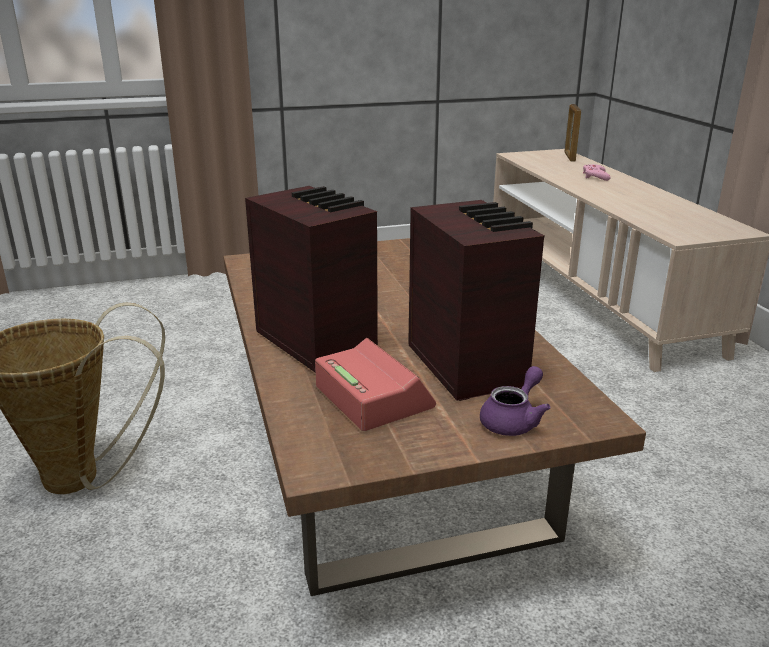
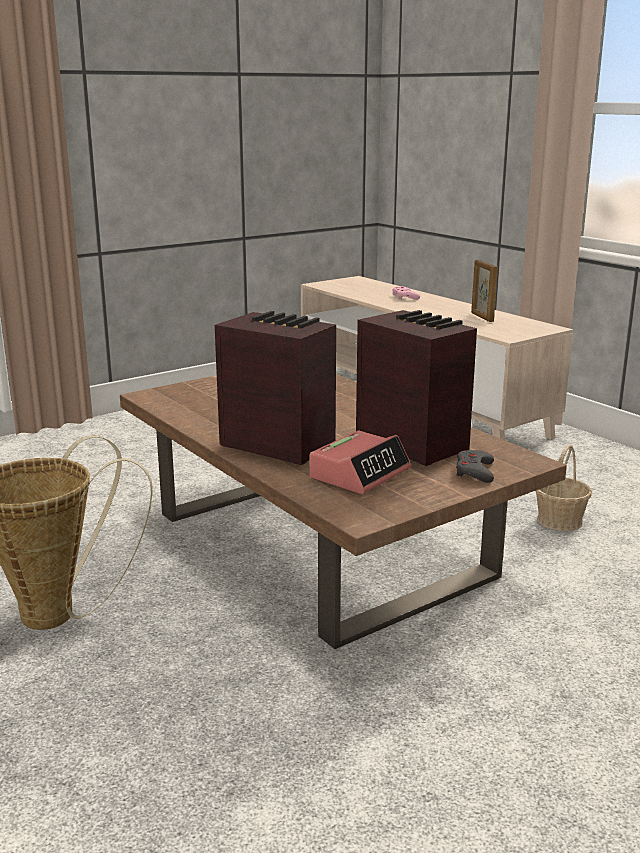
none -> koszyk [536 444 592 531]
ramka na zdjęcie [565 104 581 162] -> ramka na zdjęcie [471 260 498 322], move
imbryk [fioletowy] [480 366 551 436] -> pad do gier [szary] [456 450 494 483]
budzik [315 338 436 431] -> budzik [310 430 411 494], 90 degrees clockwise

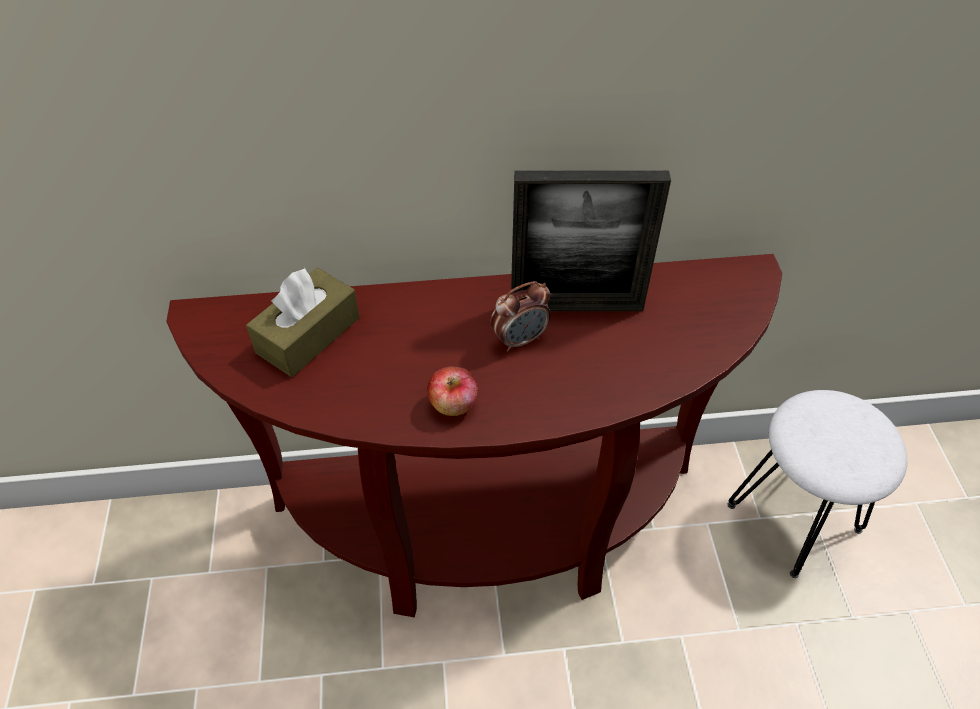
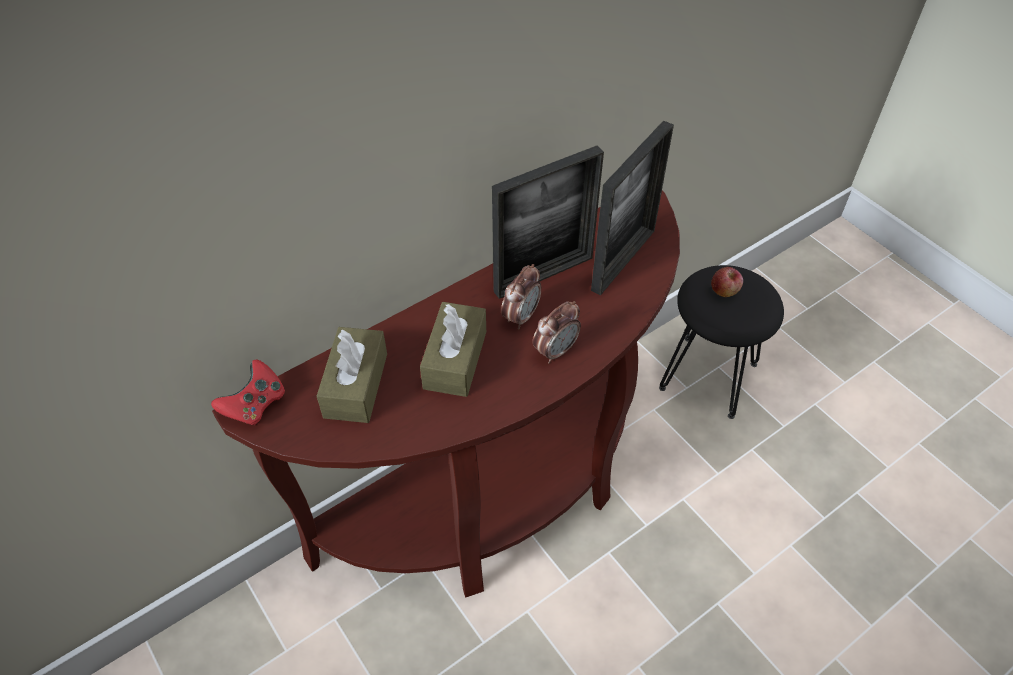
none -> pad do gier [czerwony] [211 359 285 425]
none -> pudełko chusteczek [brązowy] [420 302 486 397]
none -> budzik [533 301 581 364]
none -> ramka na zdjęcie [591 120 674 296]
jabłko [427 367 478 416] -> jabłko [711 267 743 297], move
stołek [biały] [728 390 907 578] -> stołek [czarny] [659 265 784 419]

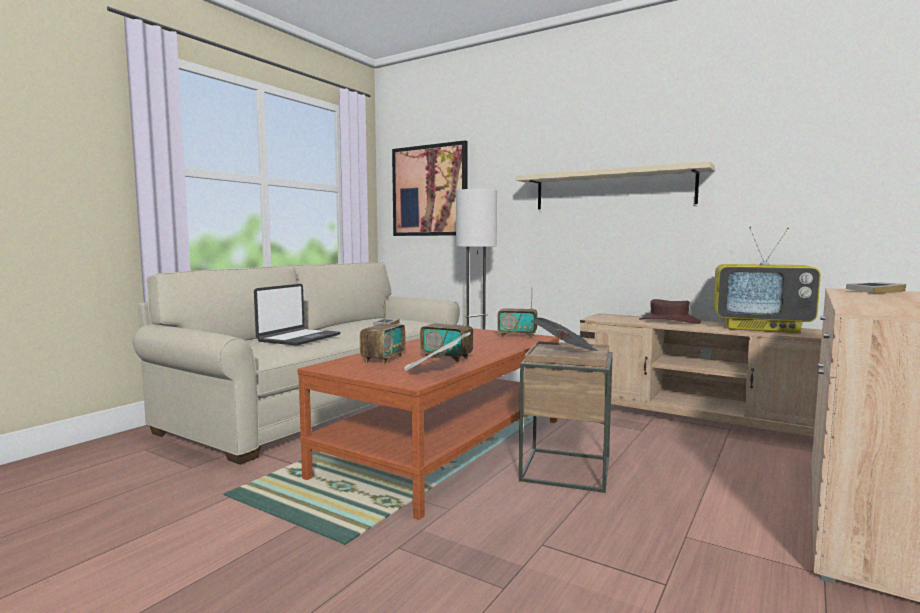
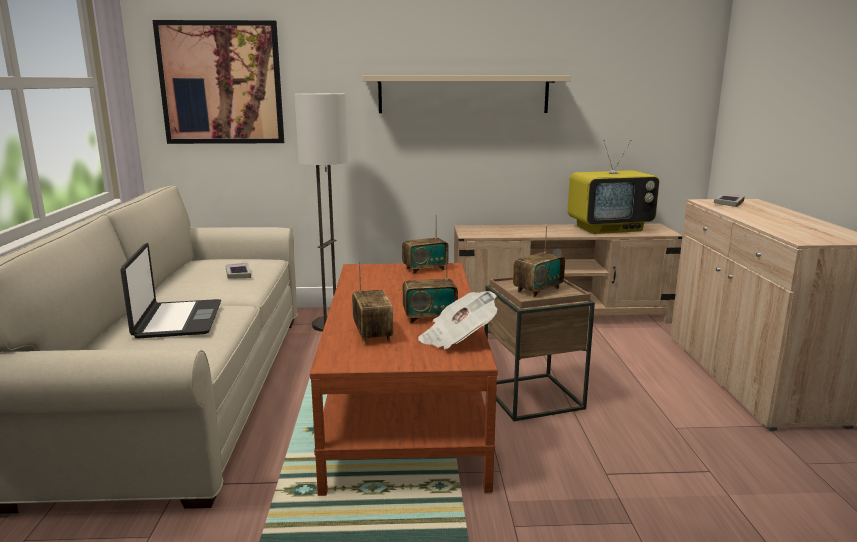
kapelusz [brązowy] [639 299 701 324] -> none
gazeta [531 317 599 351] -> radio [513 226 565 297]

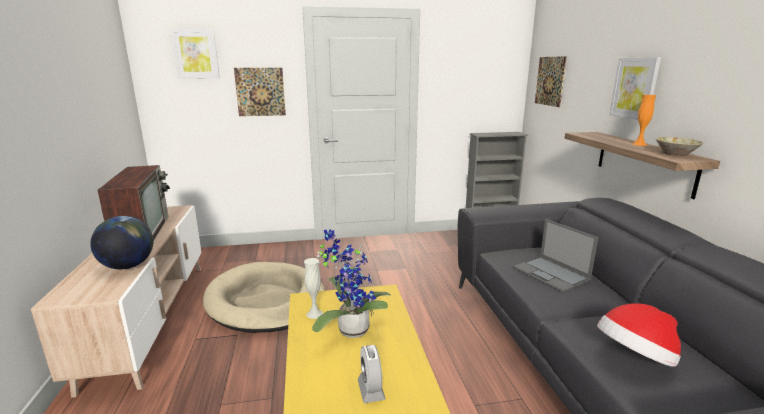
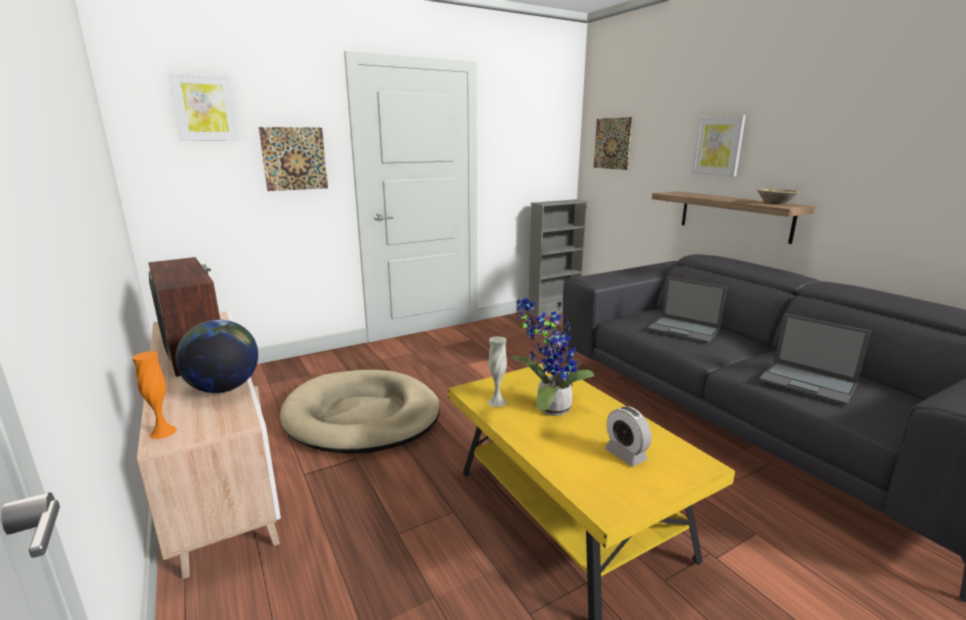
wazon [pomarańczowy] [633 95 656 146] -> wazon [pomarańczowy] [132 351 177 439], move
kapelusz [597 303 681 367] -> laptop [759 314 871 405]

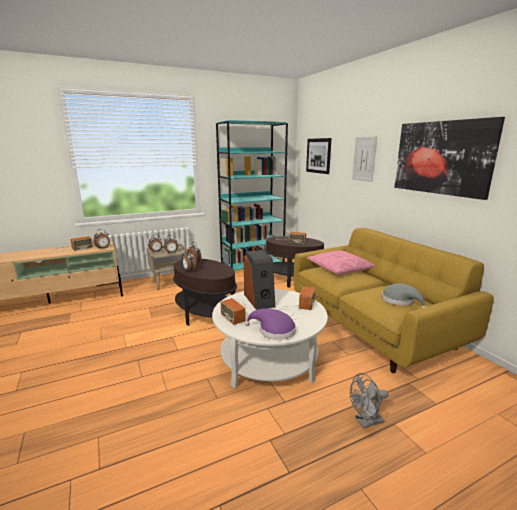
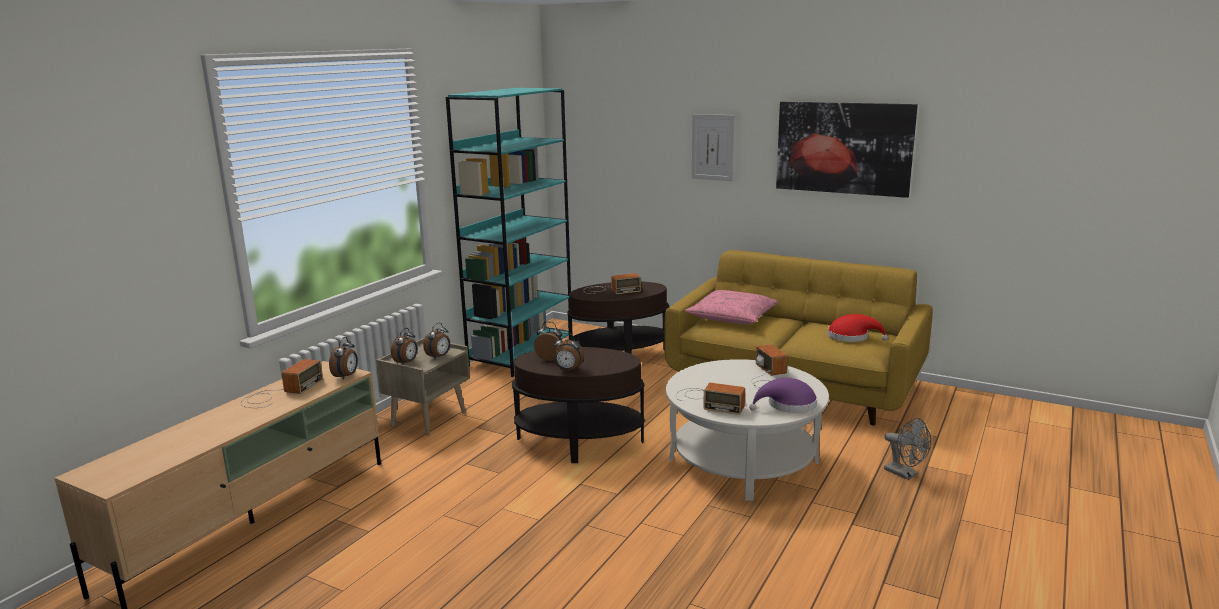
głośnik [244 250 275 310] -> none
obraz [306 138 332 174] -> none
kapelusz [szary] [382 283 426 308] -> kapelusz [czerwony] [827 314 888 342]
wentylator [szary] [350 373 389 428] -> wentylator [szary] [884 418 931 480], 75 degrees counterclockwise

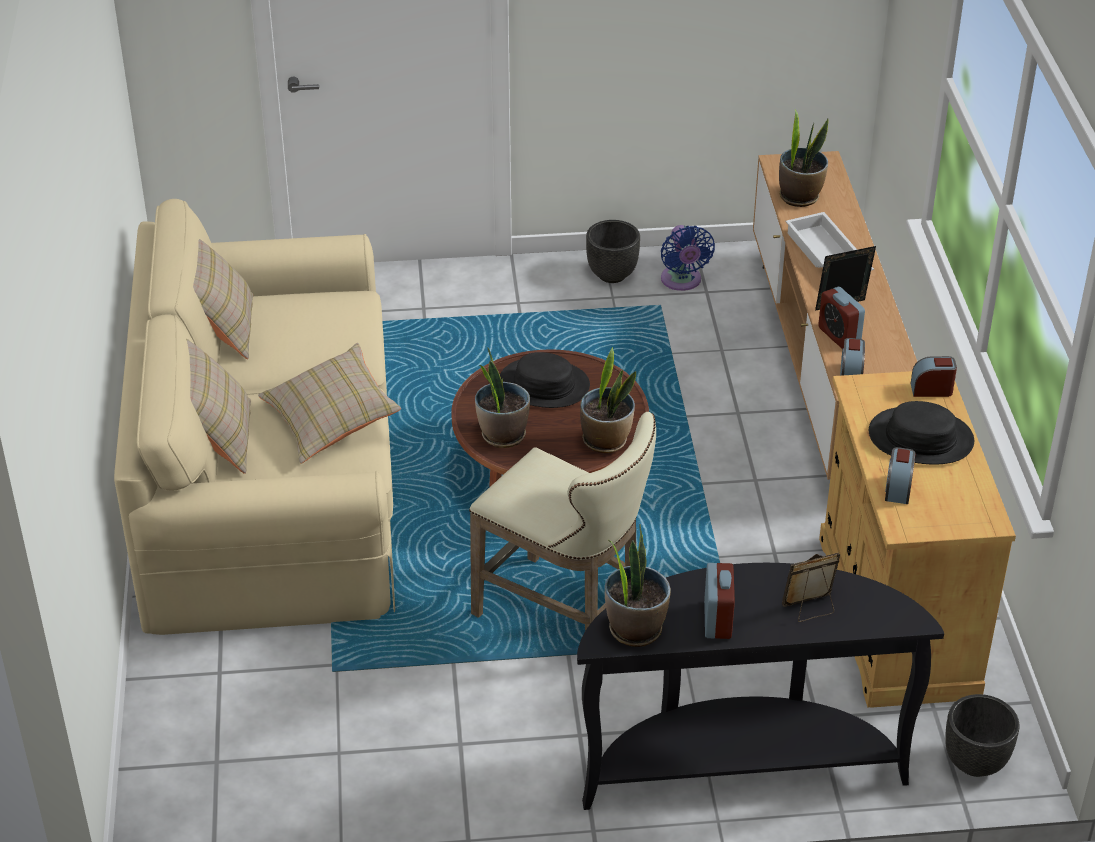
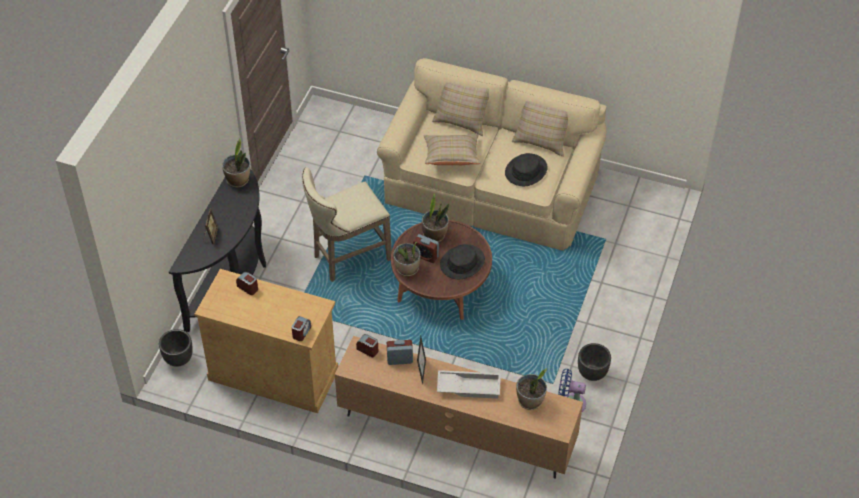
budzik [704 563 735 639] -> budzik [413 234 439 263], move
kapelusz [czarny] [869 401 974 465] -> kapelusz [czarny] [505 153 548 186], move

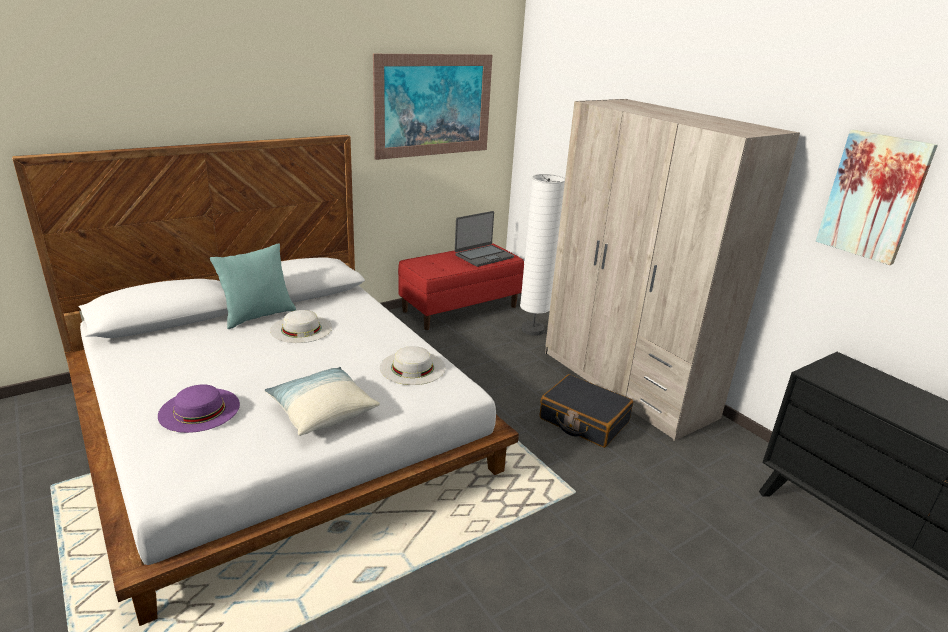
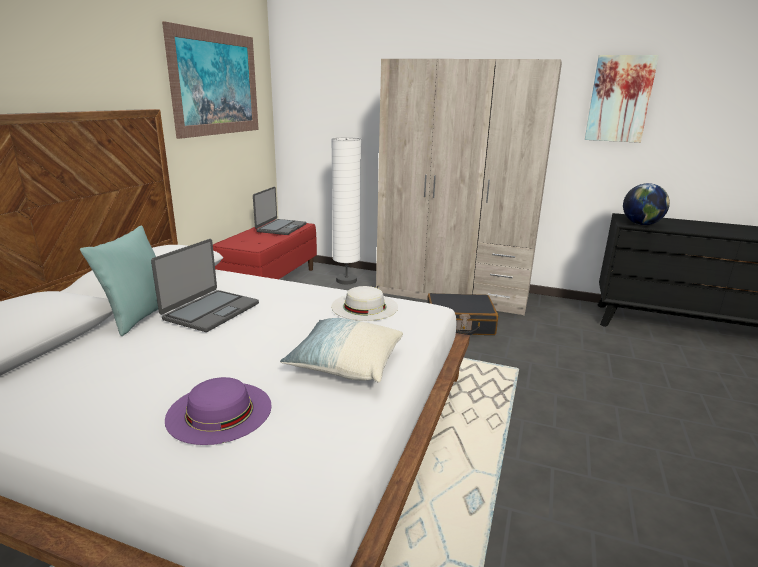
none -> globus [623 183 670 225]
kapelusz [biały] [270 310 332 343] -> laptop [151 239 259 332]

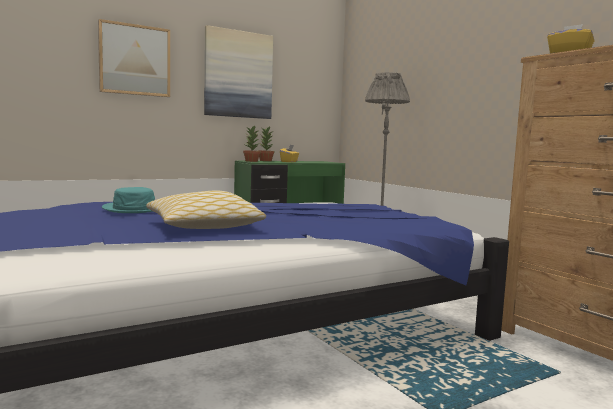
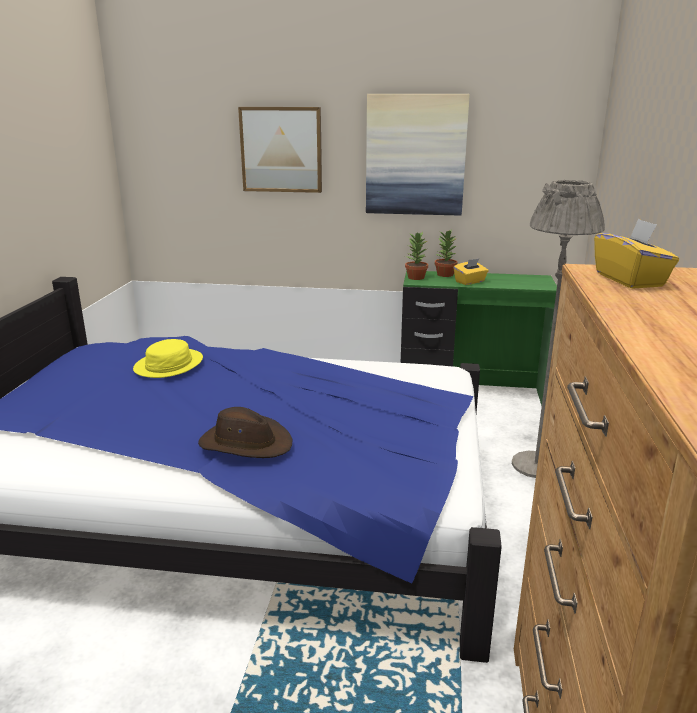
poduszka [146 190 266 229] -> none
none -> kapelusz [brązowy] [198 407 292 458]
kapelusz [turkusowy] [102 187 155 213] -> kapelusz [żółty] [133 339 203 378]

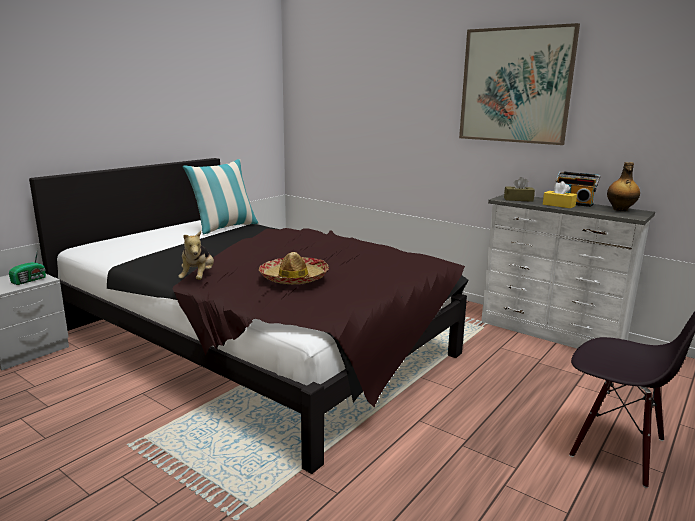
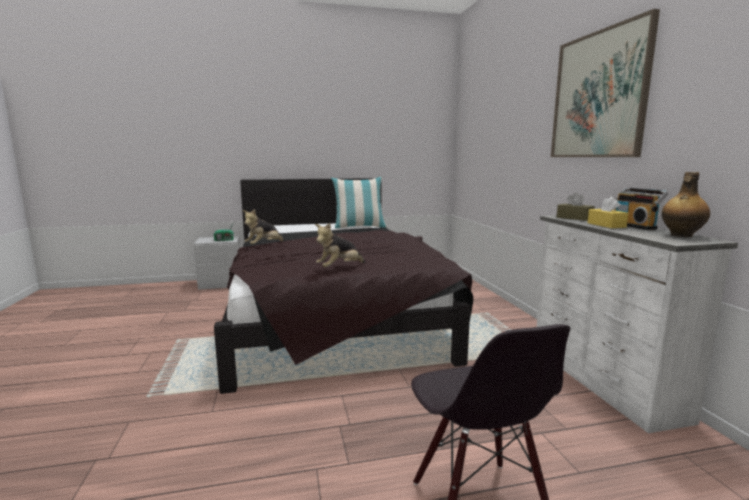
kapelusz [259 252 329 284] -> none
none -> pluszak [315 223 366 267]

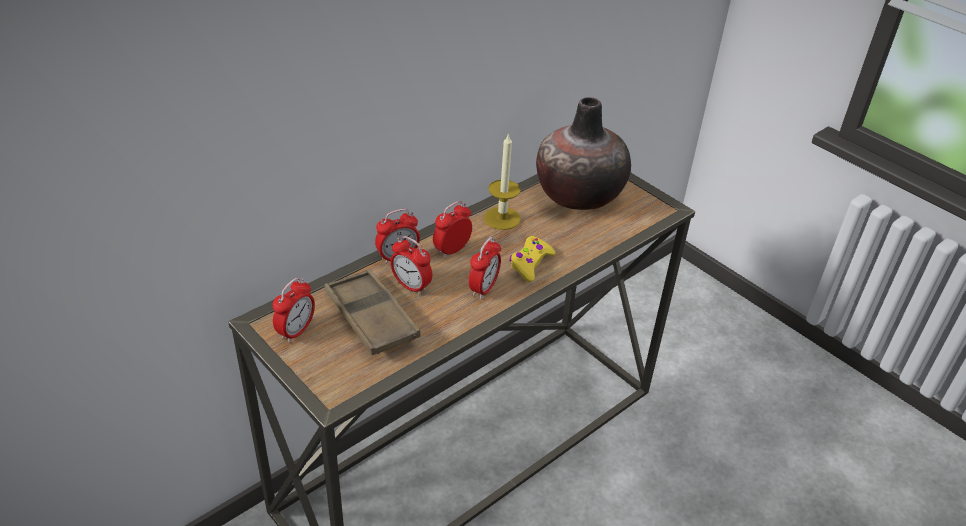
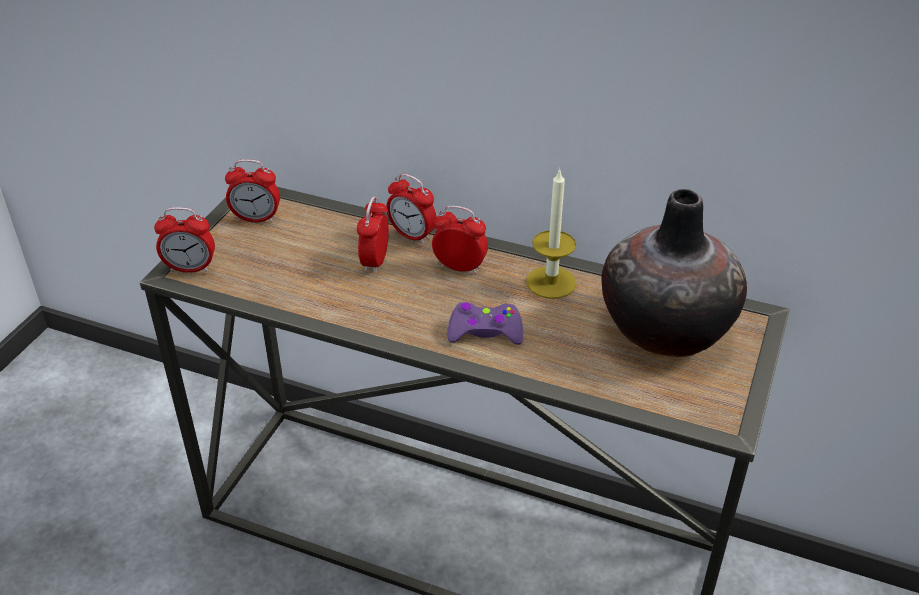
taca [brązowy] [324 269 421 355] -> none
budzik [469 237 501 299] -> budzik [154 207 215 273], move
pad do gier [żółty] [509 236 555 282] -> pad do gier [fioletowy] [447 302 523 345]

